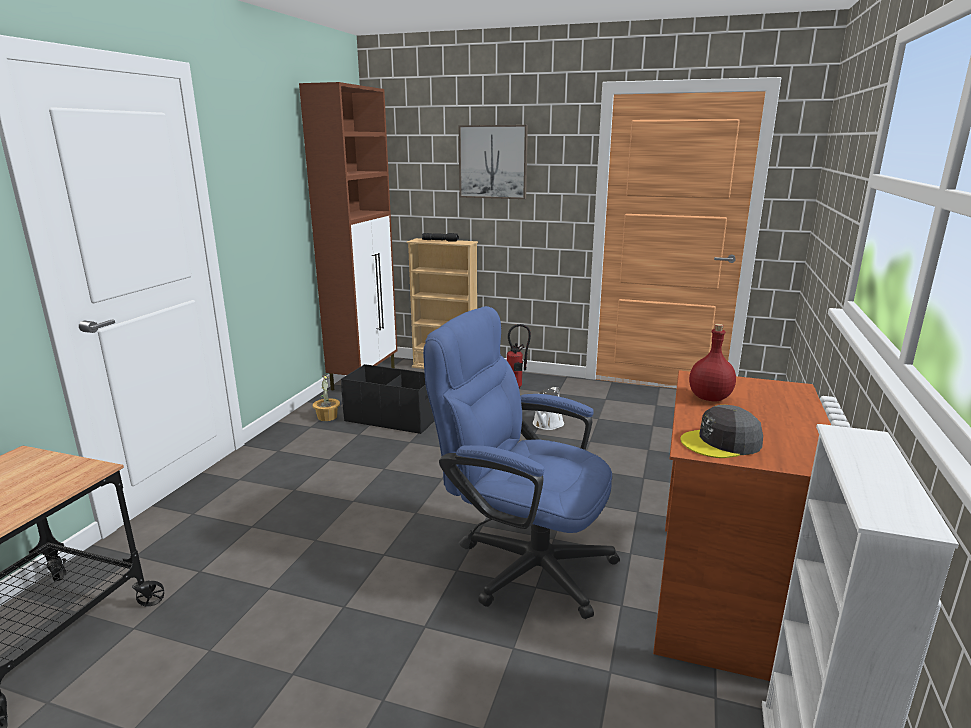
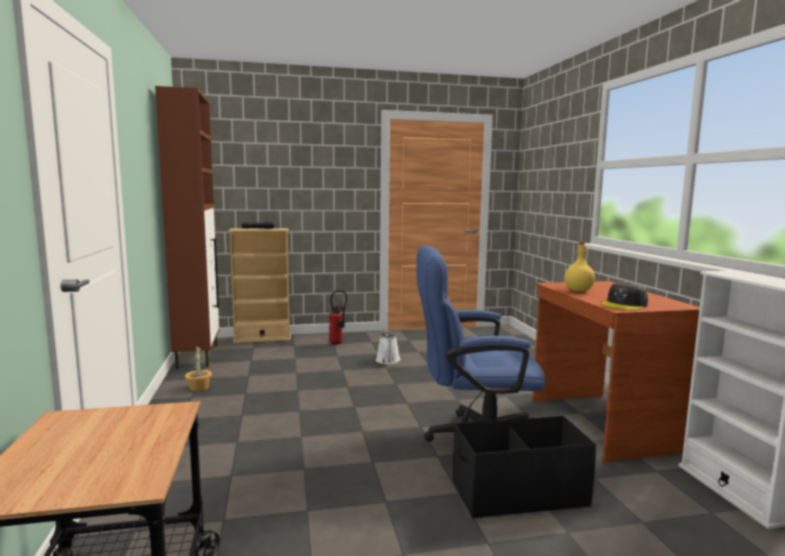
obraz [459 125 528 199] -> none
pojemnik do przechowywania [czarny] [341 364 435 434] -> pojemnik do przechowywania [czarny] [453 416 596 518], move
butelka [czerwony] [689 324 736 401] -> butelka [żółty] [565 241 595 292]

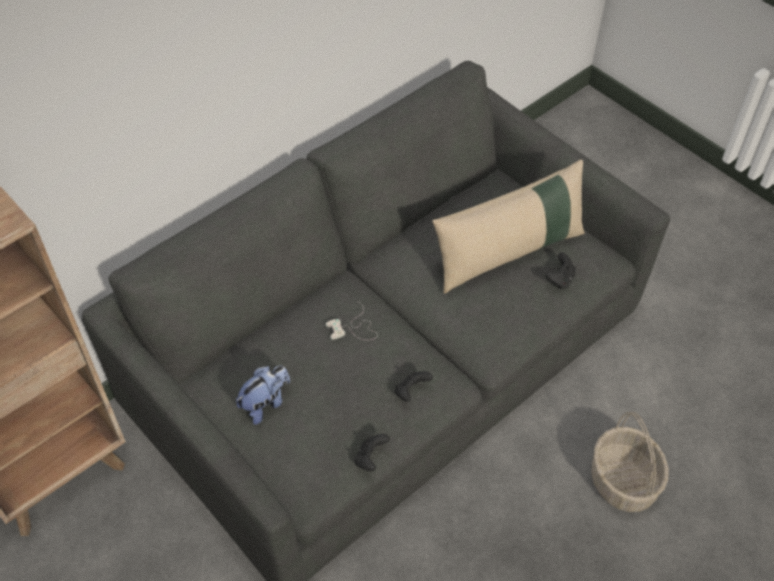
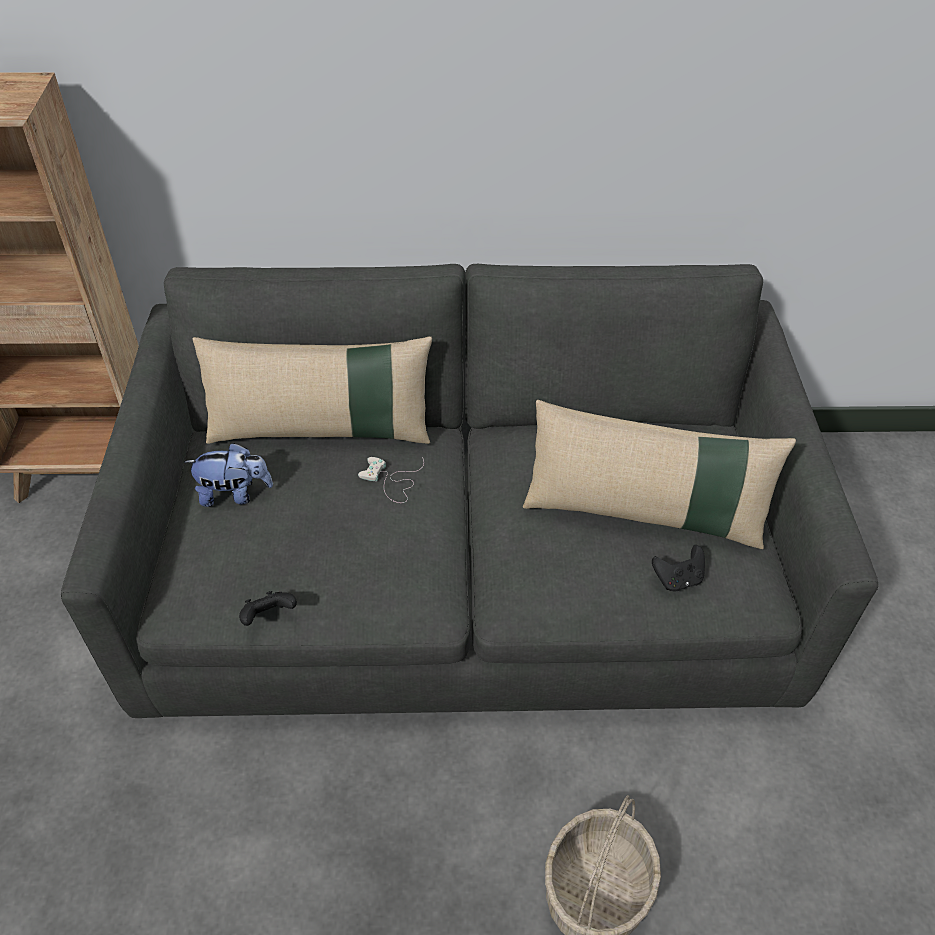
pad do gier [czarny] [395 371 433 402] -> none
none -> poduszka [beżowy] [193 336 432 444]

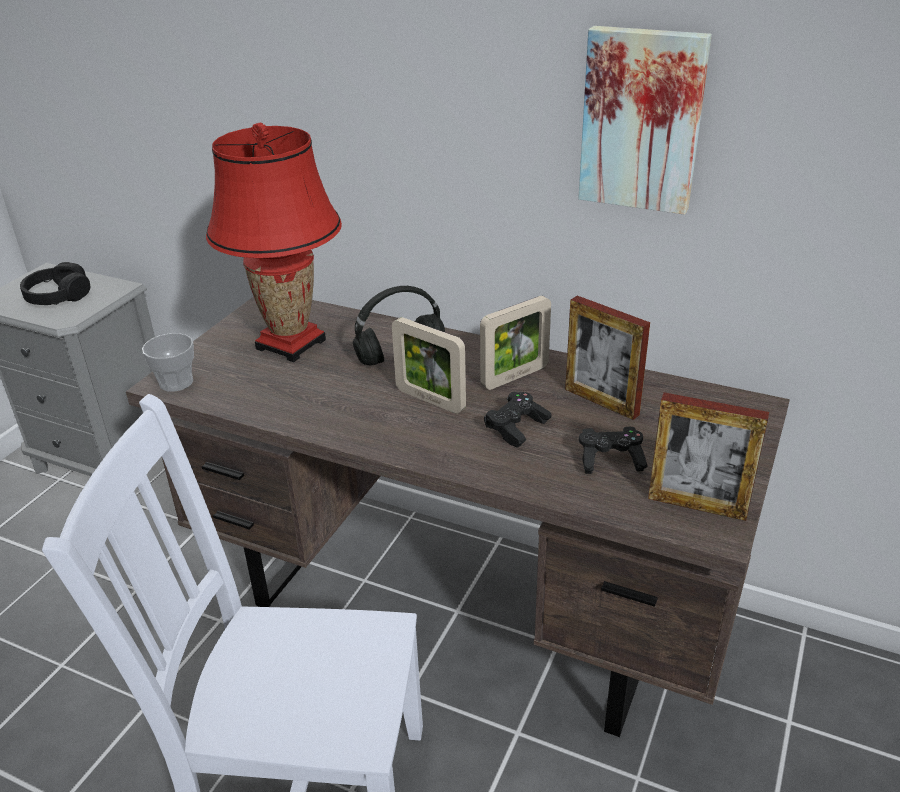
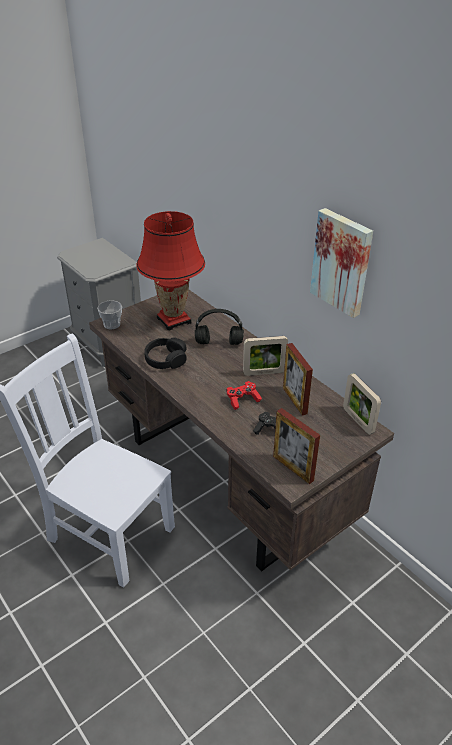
słuchawki [czarny] [20 262 90 305] -> słuchawki [czarny] [144 337 187 369], move
ramka na zdjęcie [392 317 466 414] -> ramka na zdjęcie [343 373 381 435], move
pad do gier [czarny] [484 392 552 448] -> pad do gier [czerwony] [226 381 262 410]

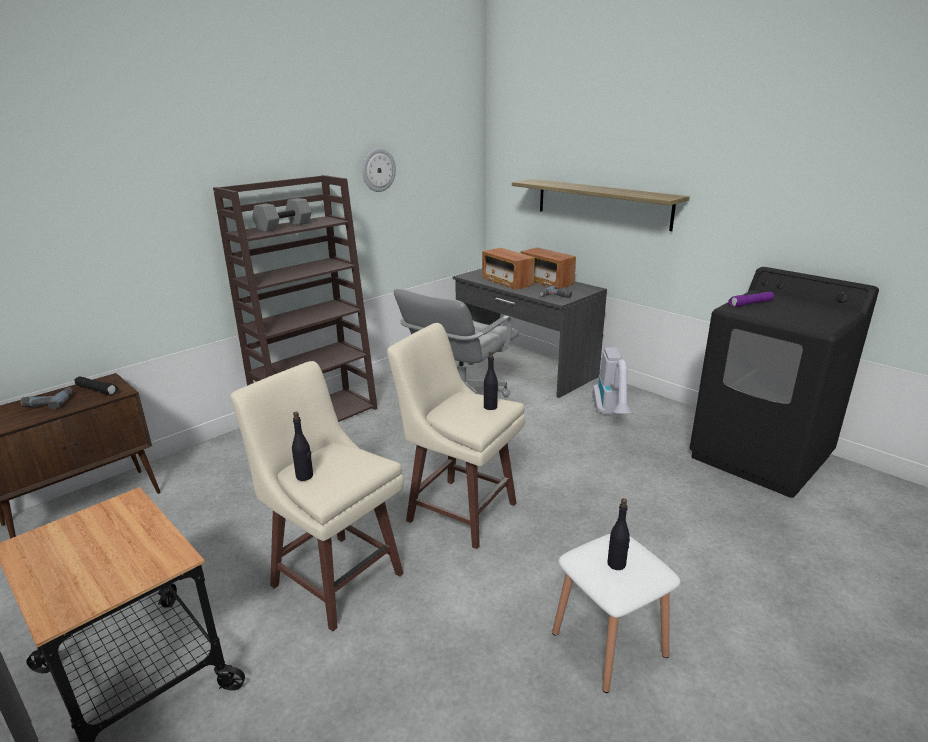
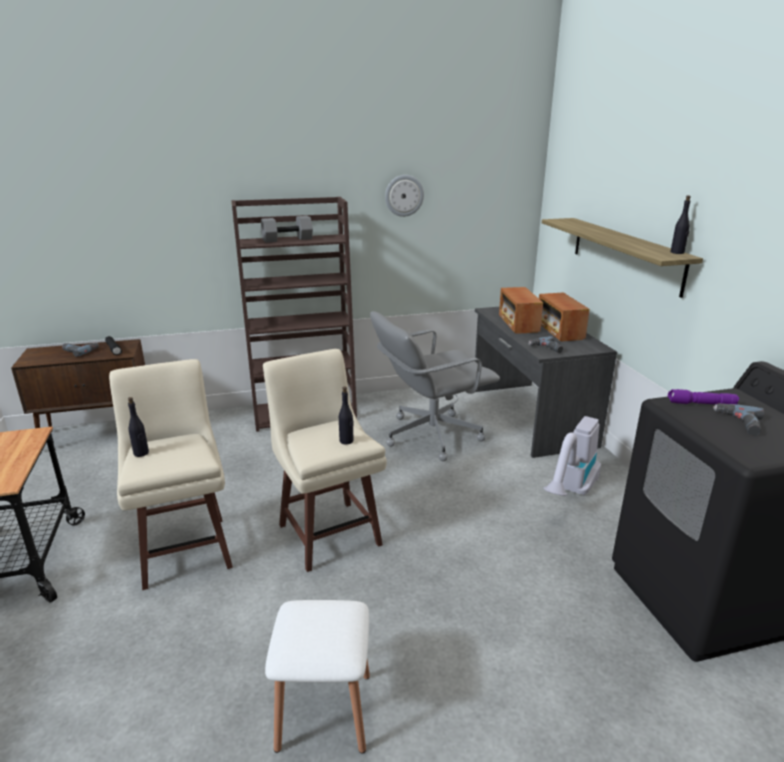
none -> wiertarka [713 403 764 436]
butelka [czarny] [607 498 630 570] -> butelka [czarny] [670 195 691 254], move

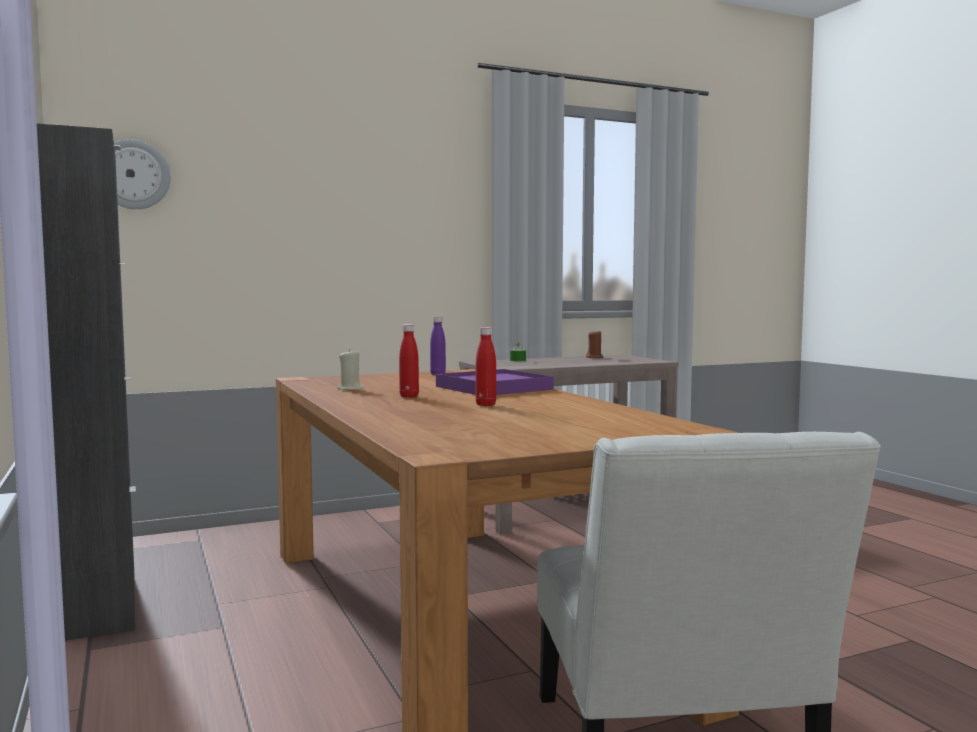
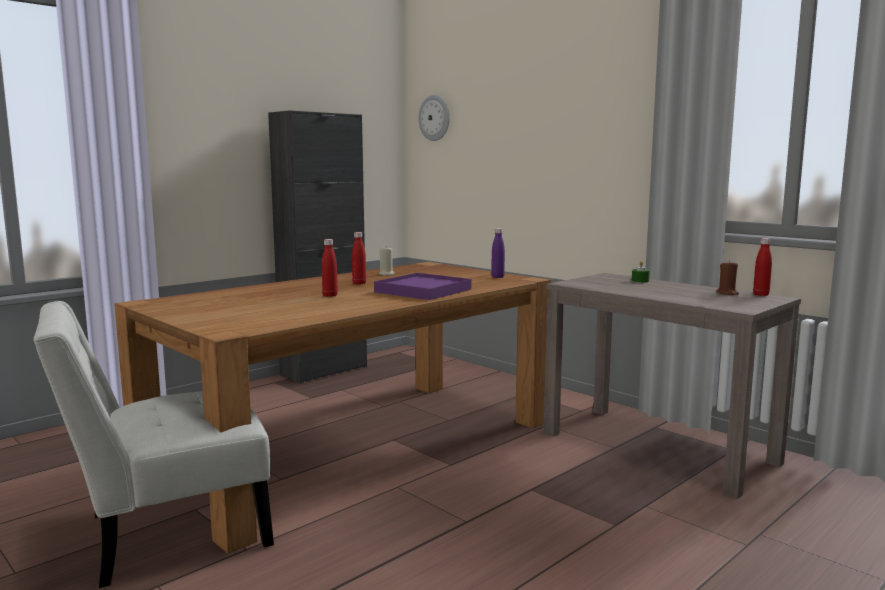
none -> butelka [czerwony] [753 238 772 296]

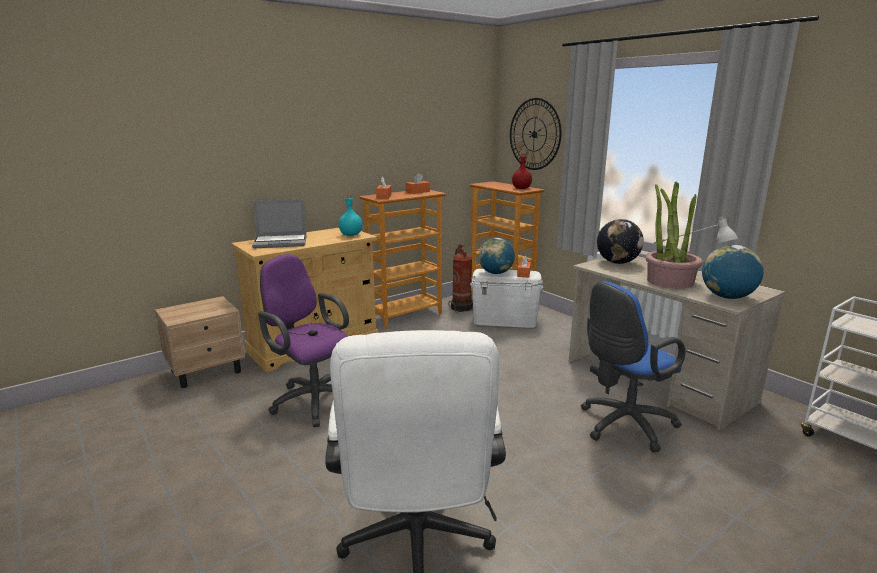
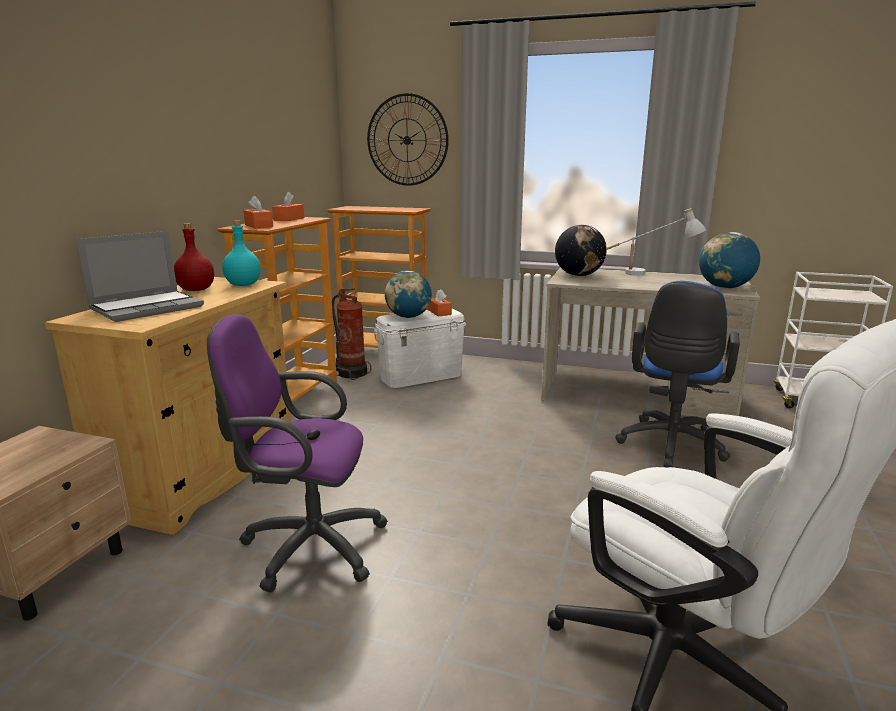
roślina doniczkowa [646 182 703 289] -> none
butelka [czerwony] [512 153 532 189] -> butelka [czerwony] [174 223 214 291], move

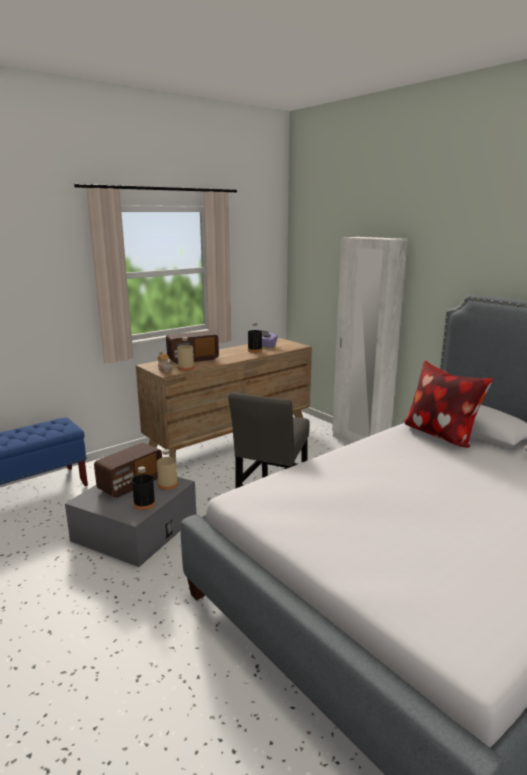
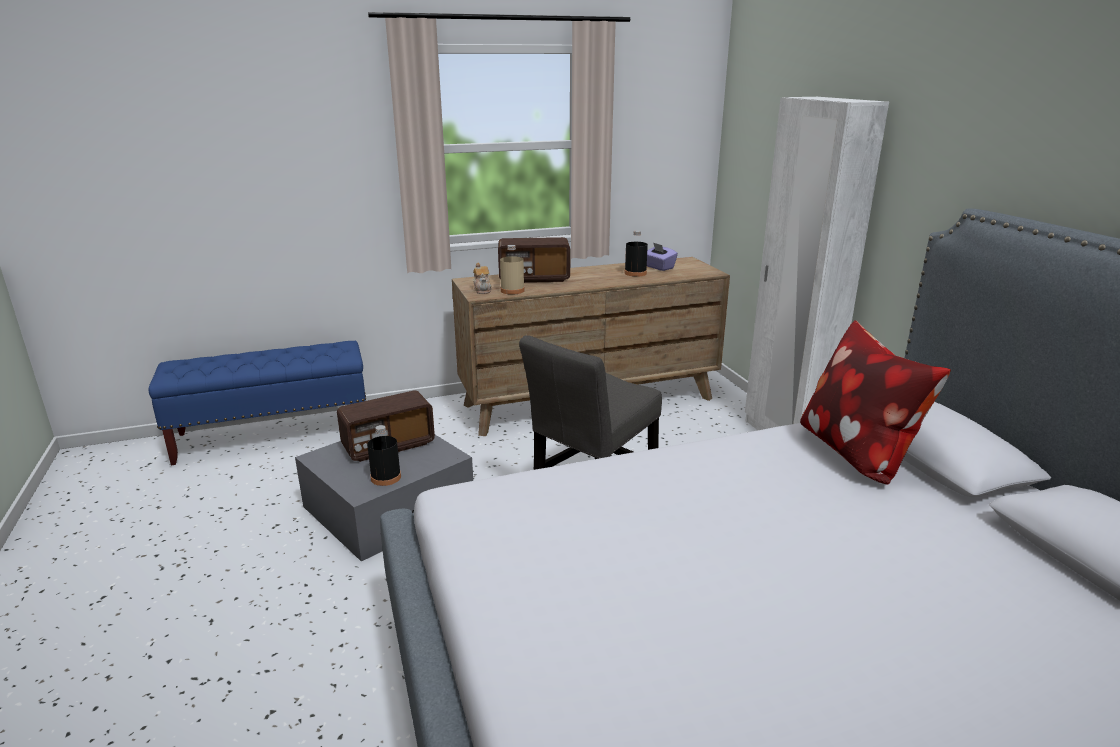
butelka [beżowy] [157 449 178 490] -> none

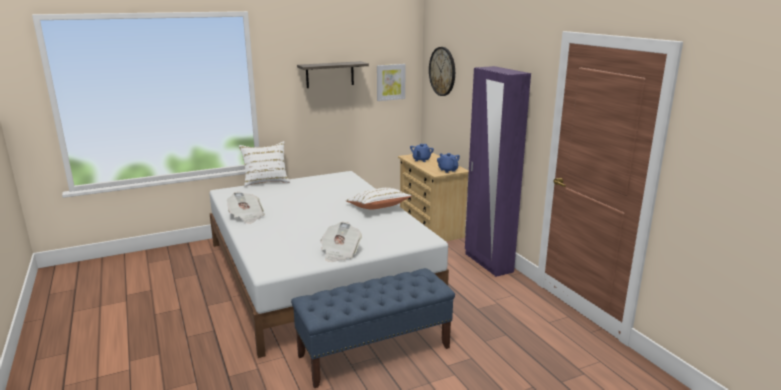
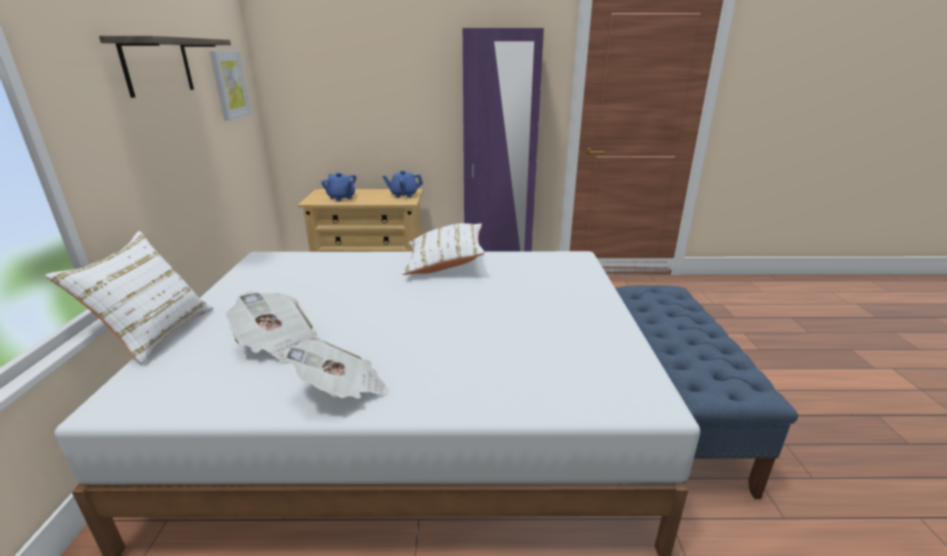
zegar ścienny [429 47 455 96] -> none
gazeta [320 222 362 262] -> gazeta [226 291 317 363], move

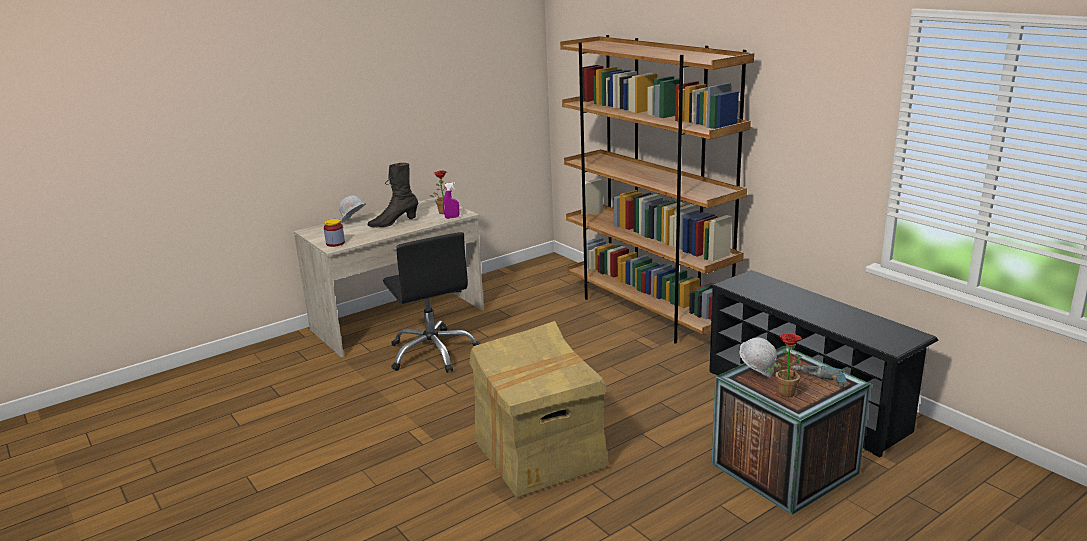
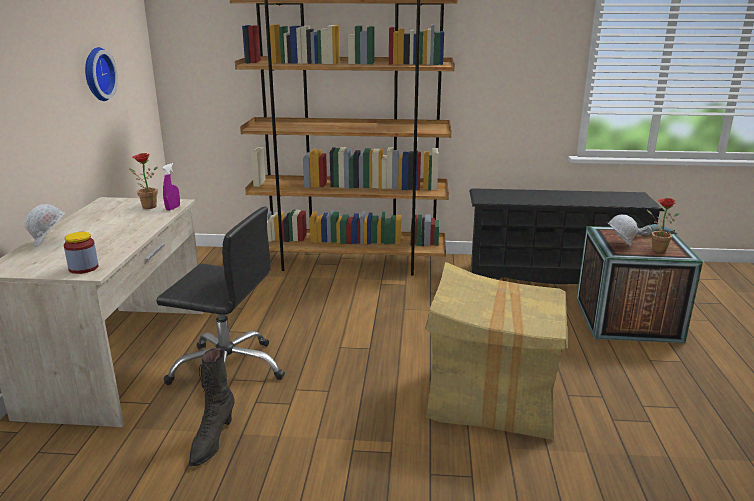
none -> zegar ścienny [85 47 118 101]
but z cholewką [czarny] [367 163 418 227] -> but z cholewką [czarny] [189 348 235 466], move

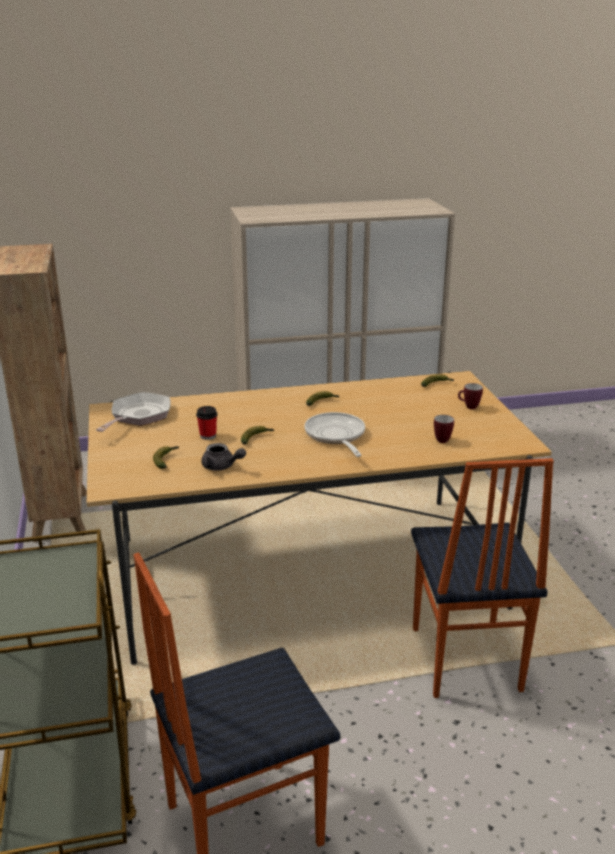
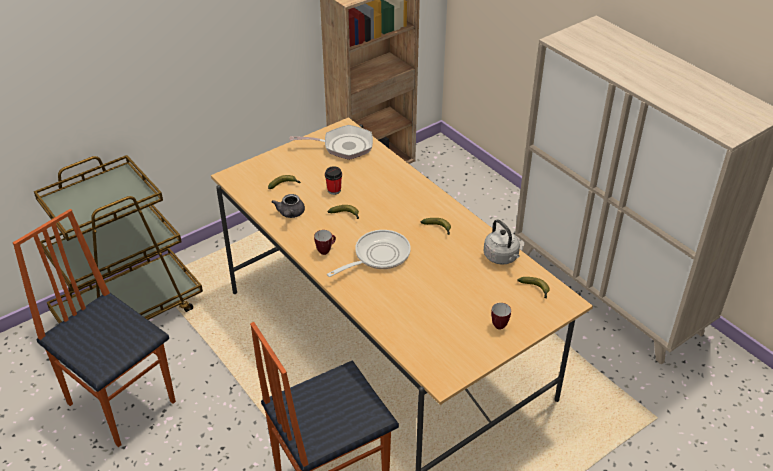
none -> czajnik [szary] [483 219 520 265]
kubek [434 415 454 443] -> kubek [314 230 336 255], move

